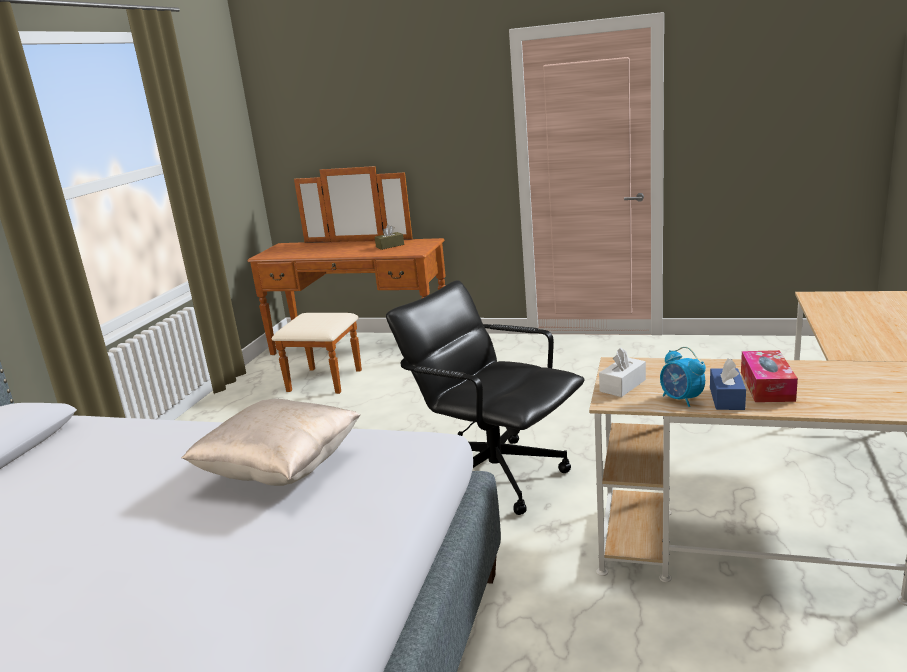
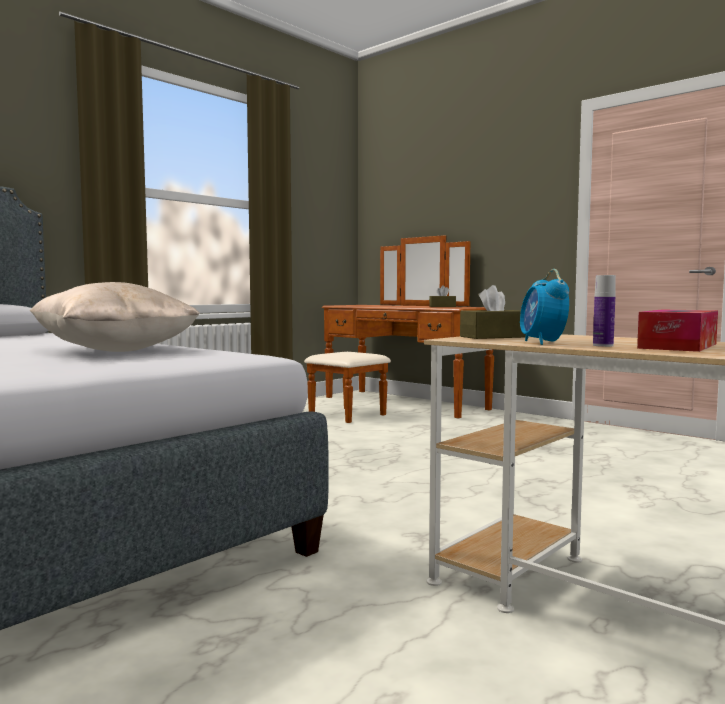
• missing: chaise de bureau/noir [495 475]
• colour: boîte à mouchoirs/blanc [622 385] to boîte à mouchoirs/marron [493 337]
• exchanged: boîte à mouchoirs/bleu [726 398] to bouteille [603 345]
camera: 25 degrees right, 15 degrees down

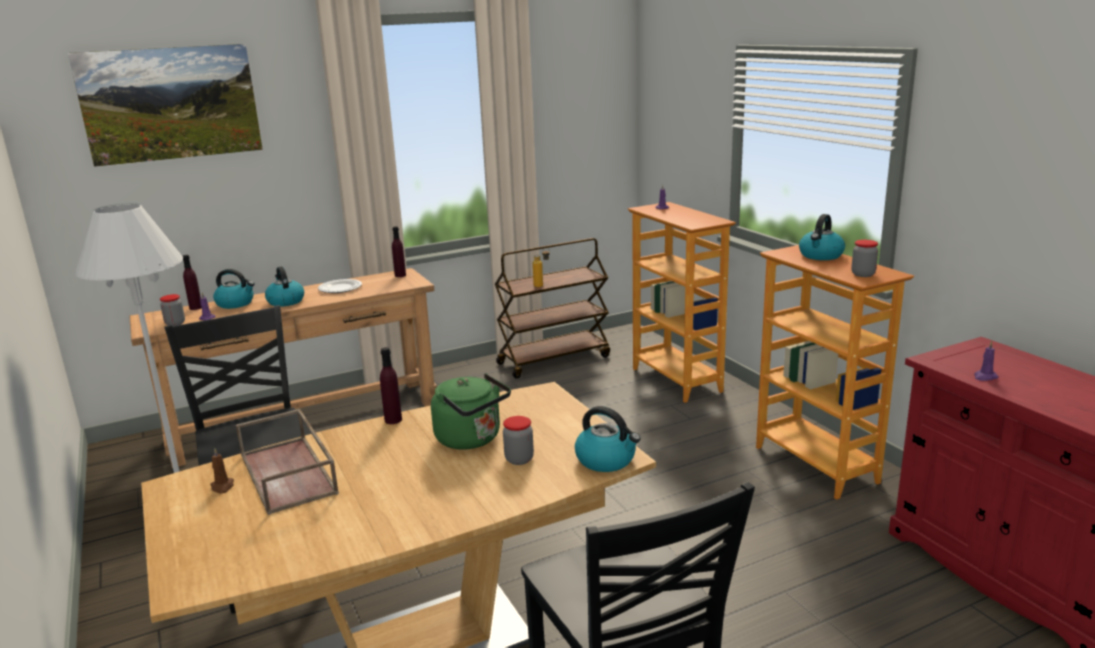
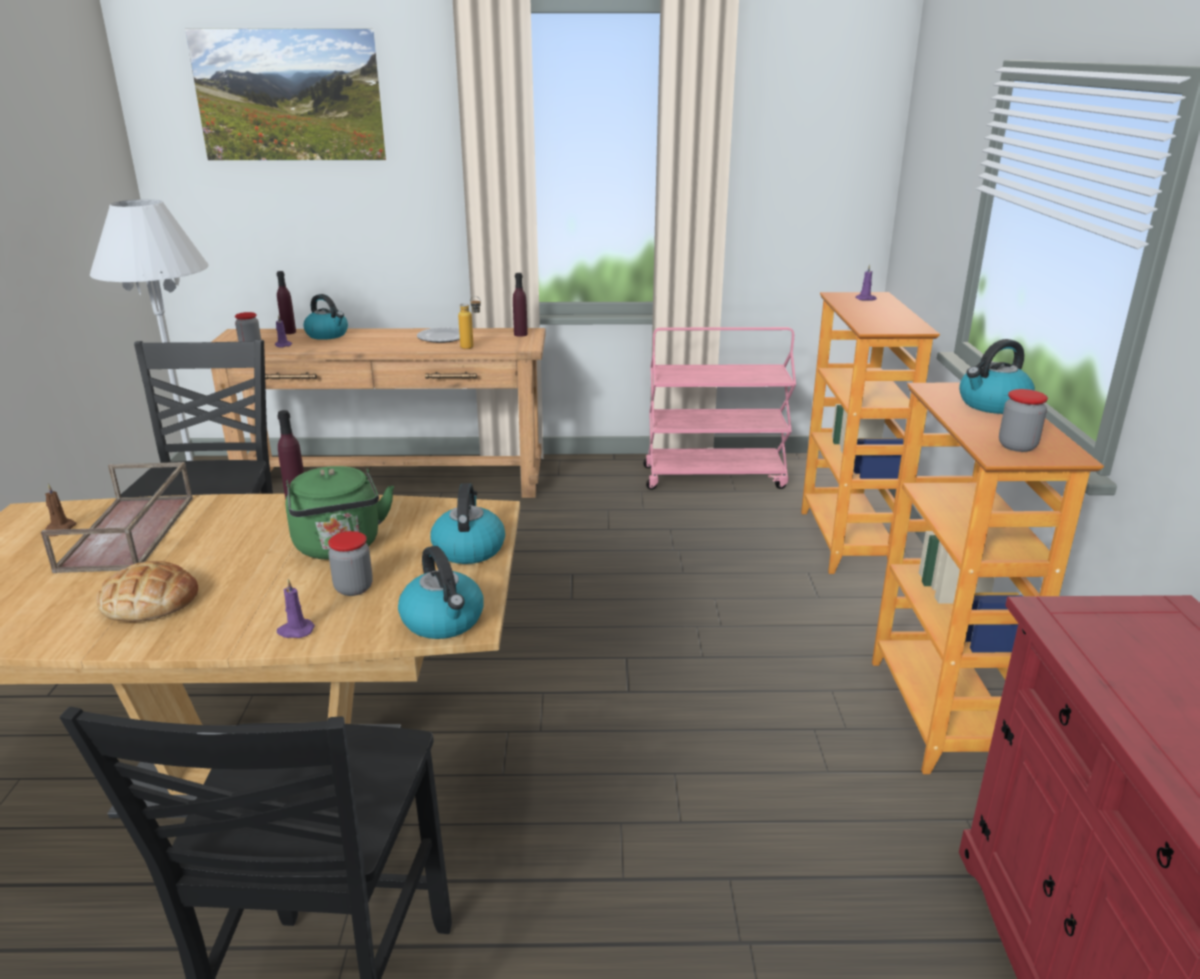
• relocated: bouilloire [285 301] to [468 549]
• colour: chariot/marron [554 359] to chariot/rose [715 477]
• relocated: bouteille [542 286] to [472 348]
• relocated: bougie/violet [985 377] to [295 631]
• appeared: pain [150 600]
camera: 25 degrees right, 5 degrees up

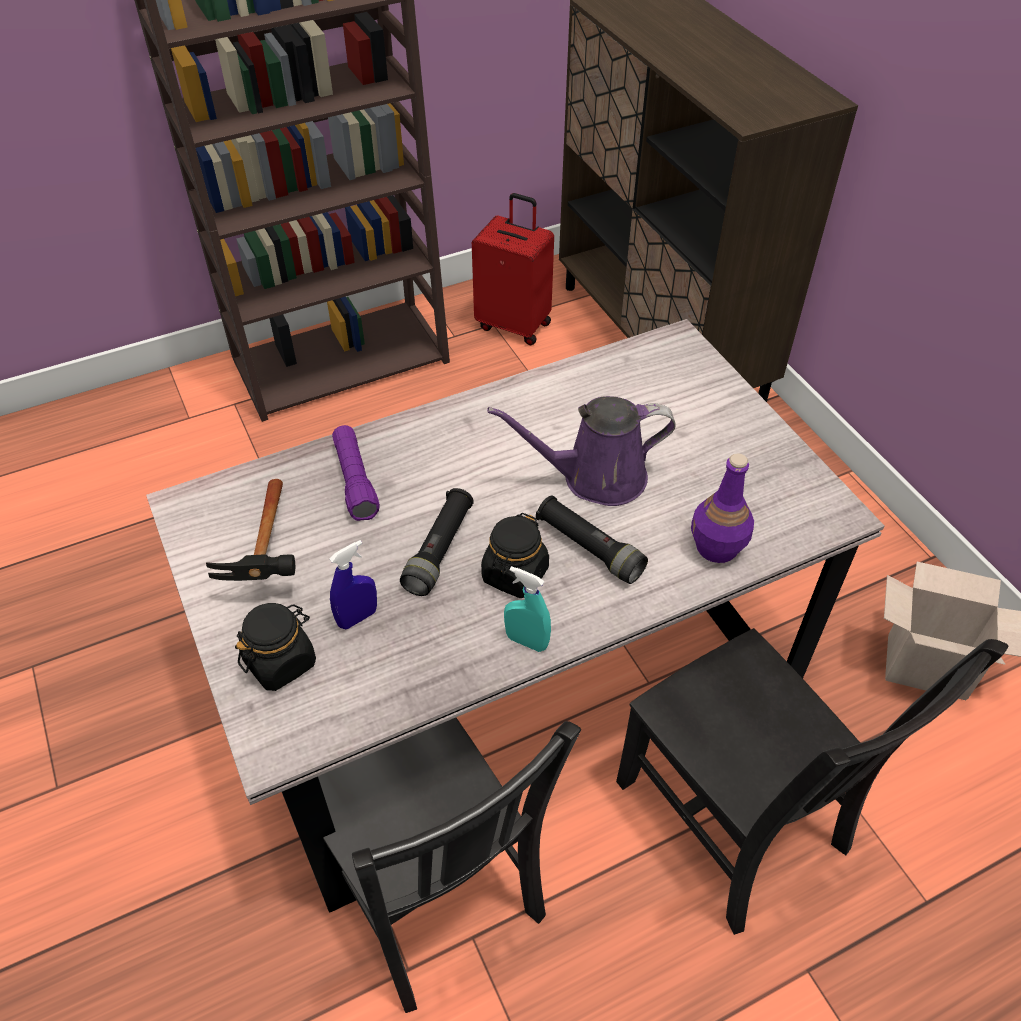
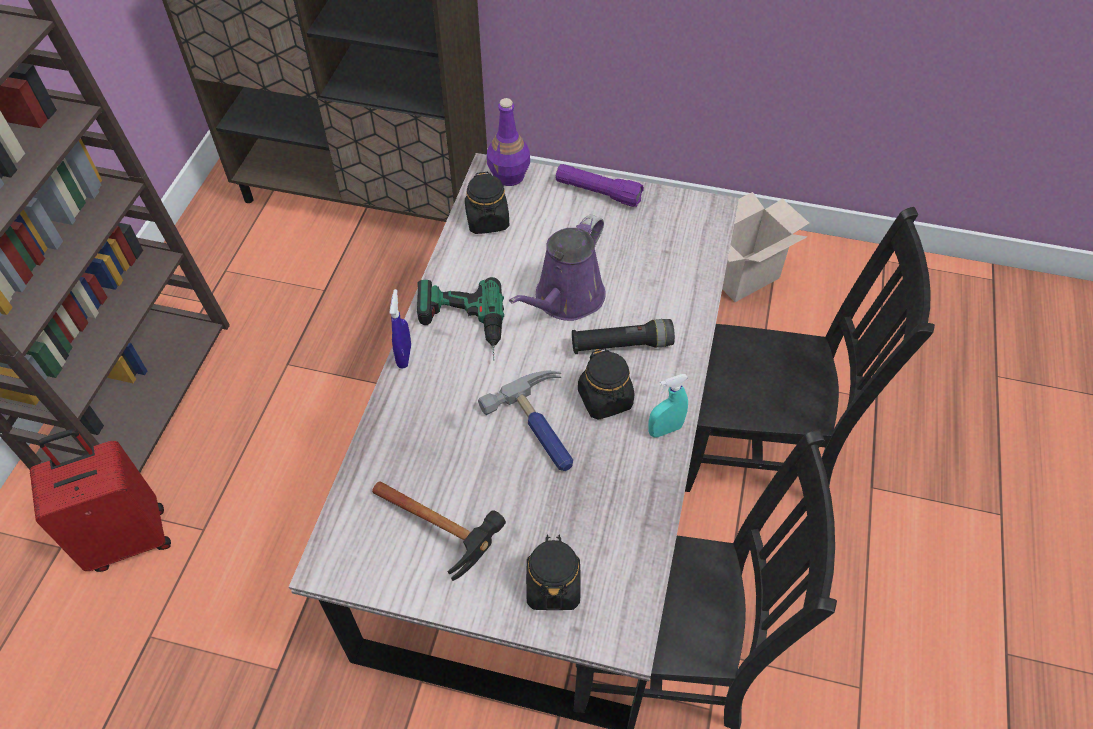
• relocated: vaporisateur/bleu [357 617] to [404 356]
• relocated: lampe de poche/violet [355 481] to [598 192]
• exchanged: lampe de poche/noir [439 550] to marteau [543 427]
• relocated: valise/rouge [514 324] to [128 538]
• relocated: bouteille/violet [717 547] to [509 176]
• appeared: perceuse [461 327]
• appeared: bocal/noir [487 220]
camera: 50 degrees left, 5 degrees up

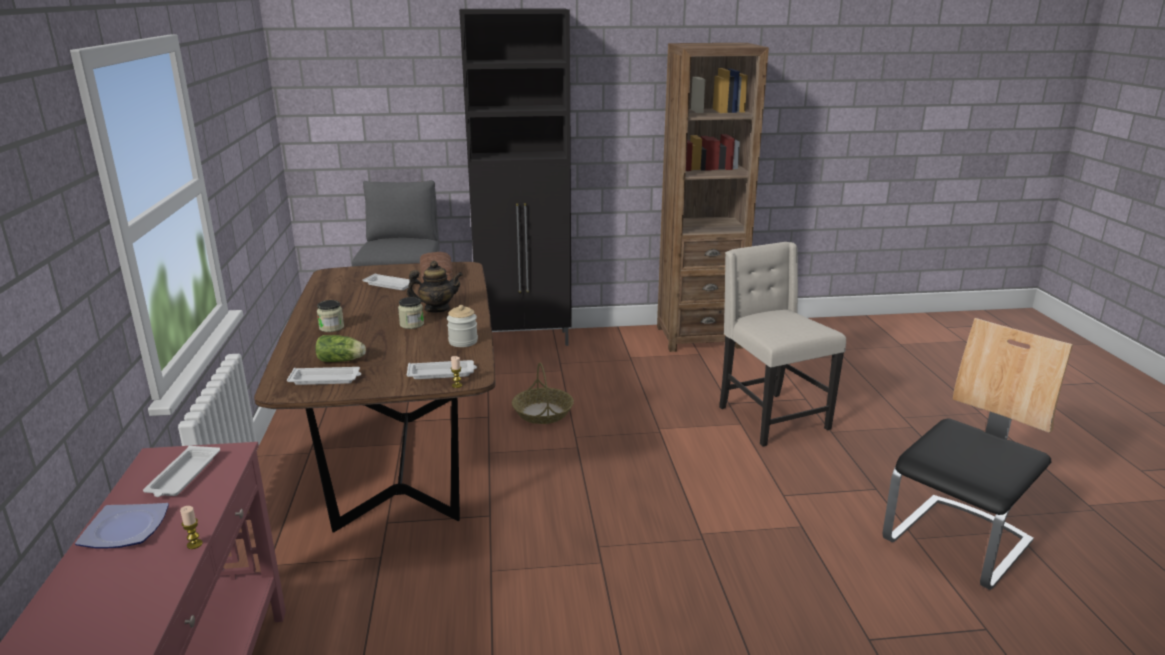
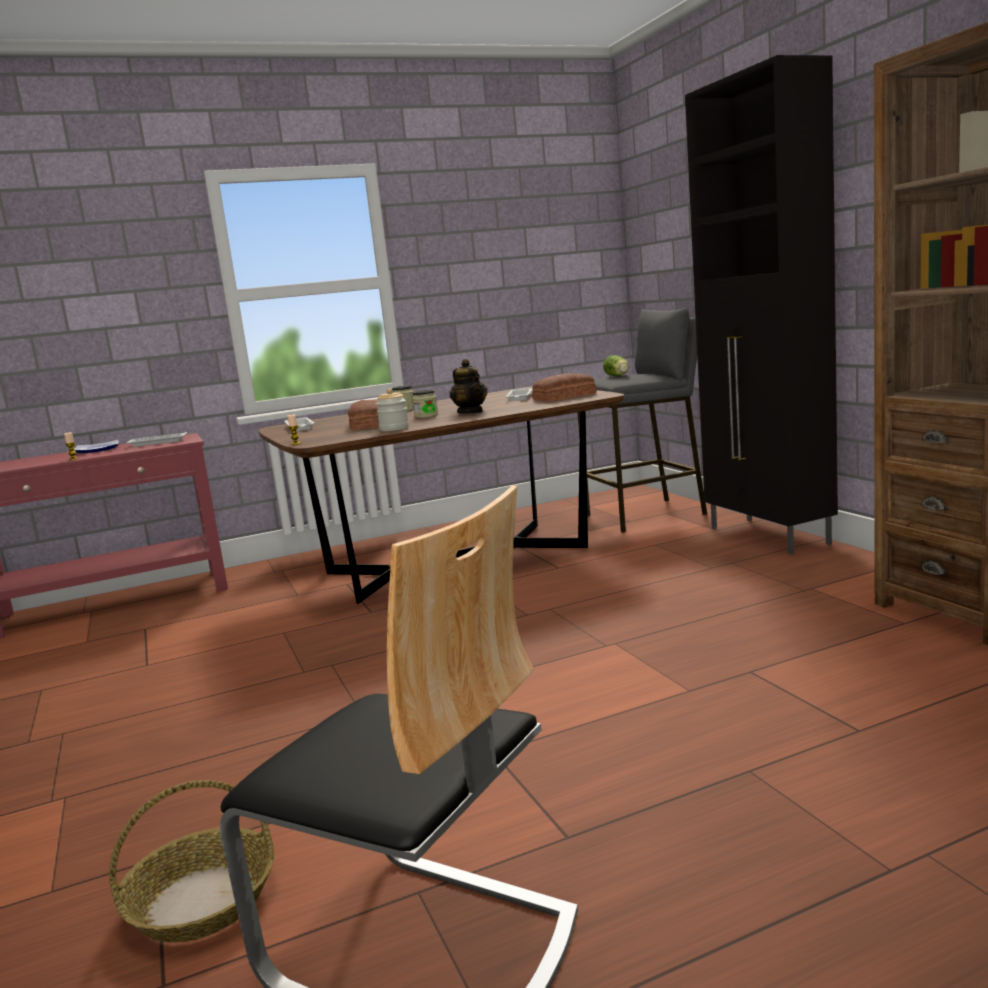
• relocated: laitue [342 360] to [618 376]
• missing: plateau/blanc [442 373]
• relocated: panier [543 413] to [201 901]
• missing: chaise/beige [770 418]
• appeared: pain [367 424]
camera: 75 degrees right, 10 degrees down

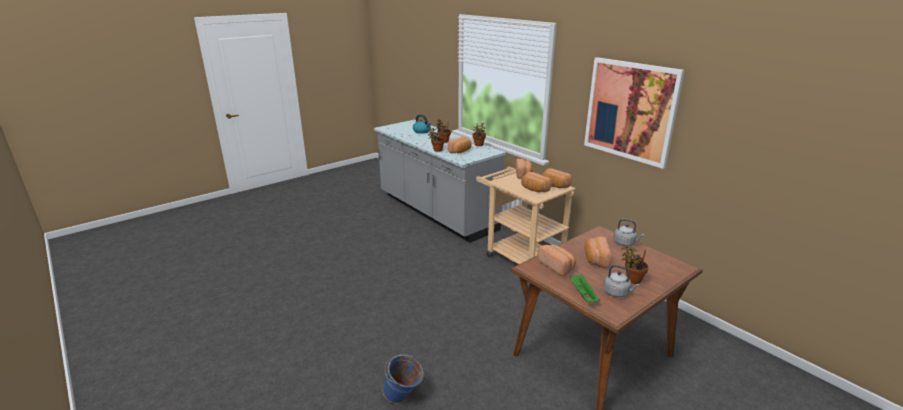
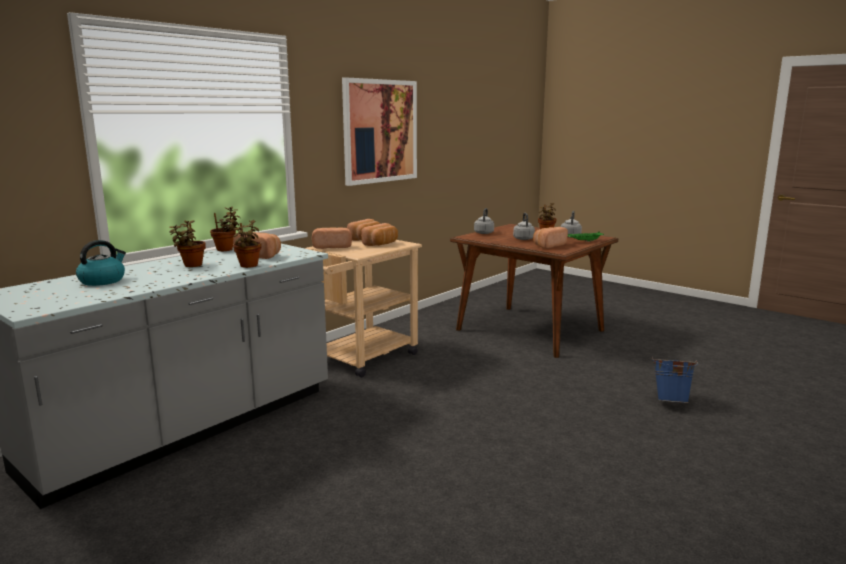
• exchanged: pain [595 259] to bouilloire/gris [523 238]
camera: 100 degrees left, 10 degrees down

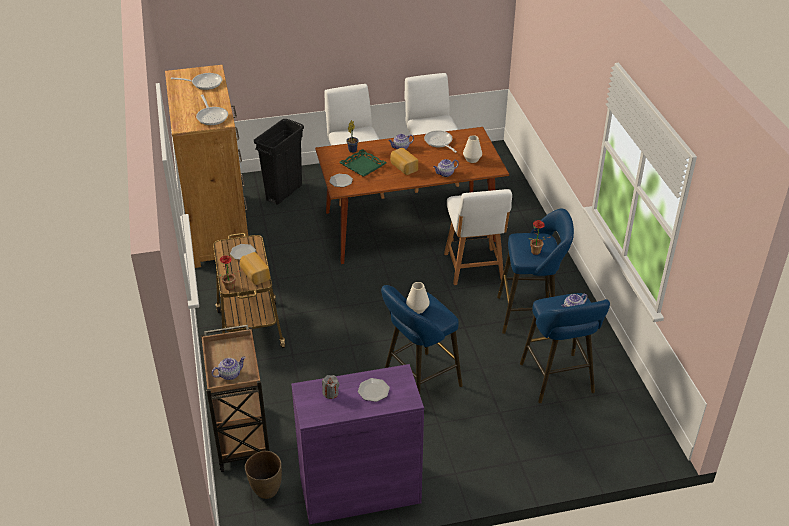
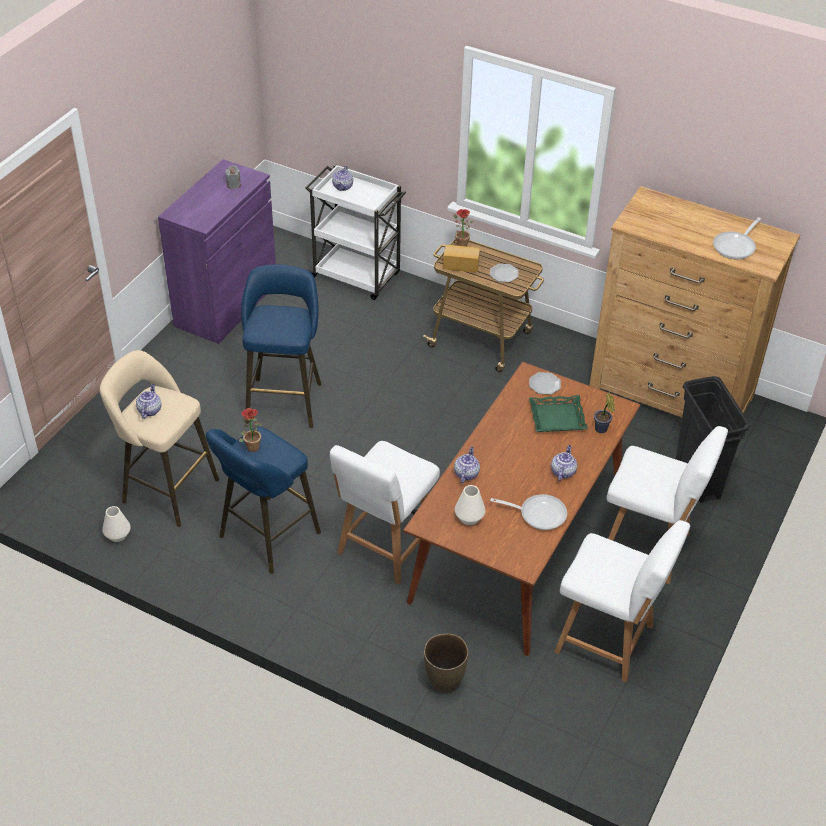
• missing: poêle [212 116]
• colour: chariot/marron [241 436] to chariot/blanc [357 276]
• relocated: vase/marron [266 491] to [444 681]
• missing: assiette [373 391]
• missing: pain [403 167]
• relocated: vase/blanc [417 308] to [117 535]
• spun: chaise/blanc [474 268] = [385 547] 90 degrees counterclockwise
• colour: tabouret/bleu [558 381] to tabouret/beige [166 489]
camera: 130 degrees right, 5 degrees up

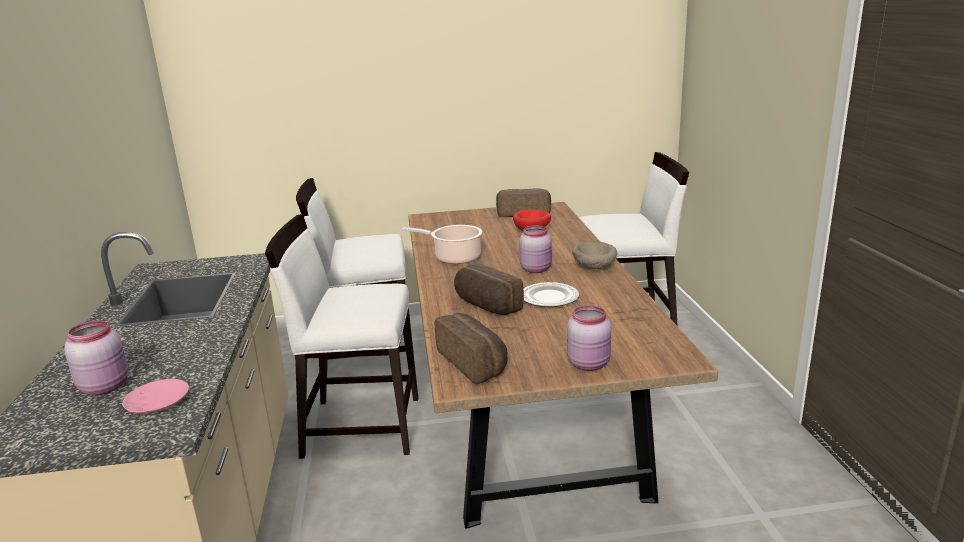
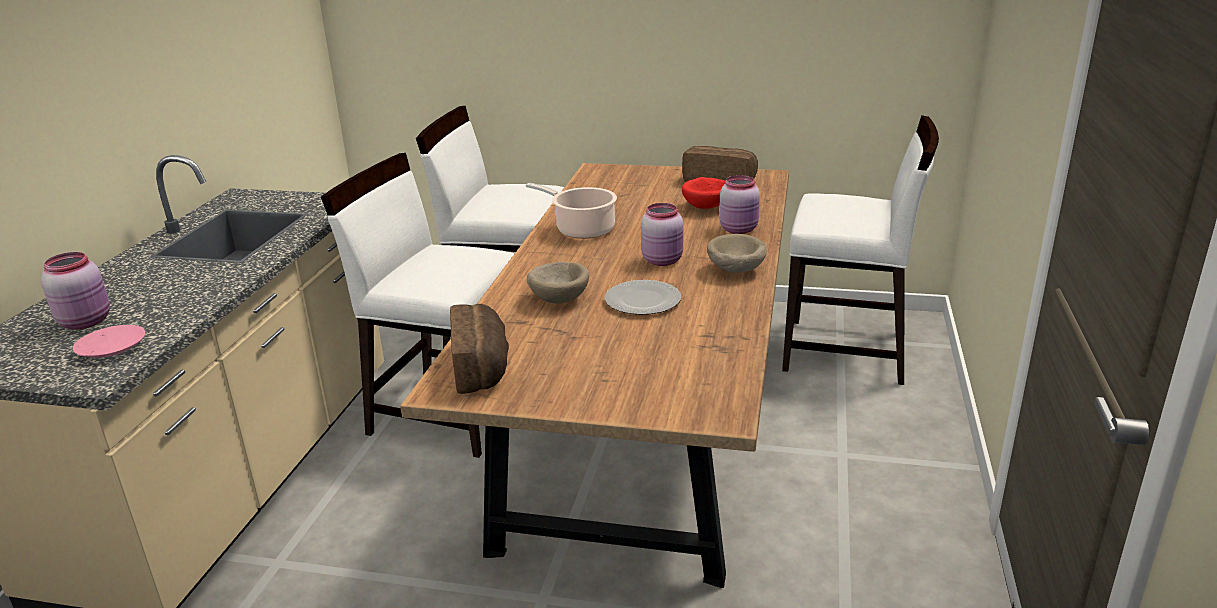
• exchanged: pain [486 306] to bol/beige [560 298]
• relocated: bocal/rose [590 364] to [739 229]
camera: 20 degrees right, 5 degrees up

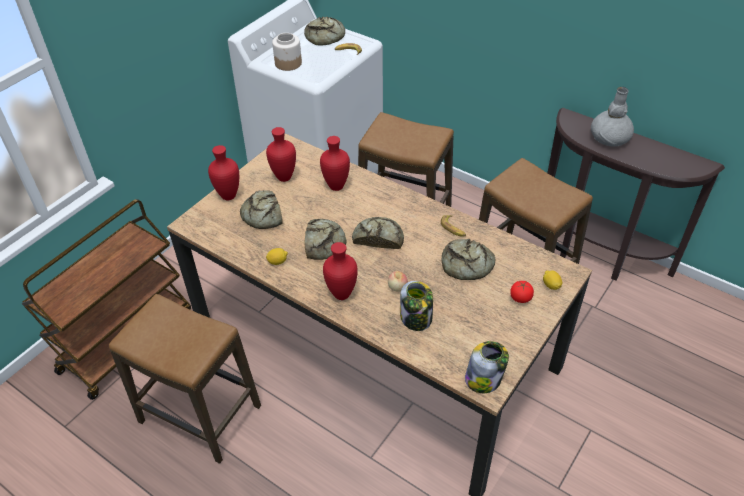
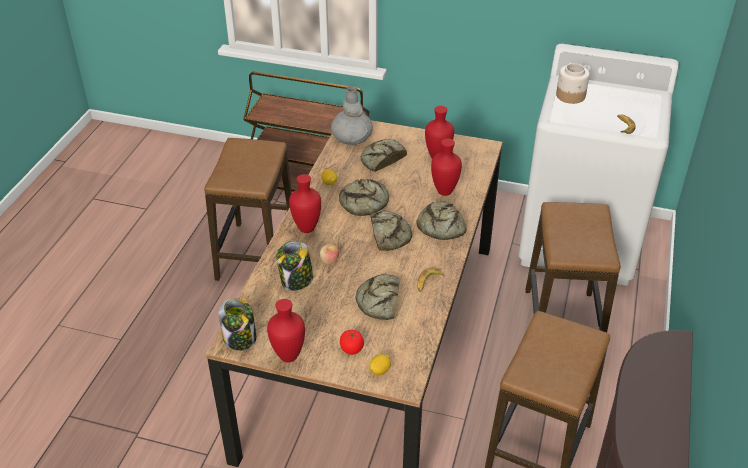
• relocated: vase/rouge [228 196] to [288 355]
• relocated: pain [326 37] to [440 226]
• relocated: vase/gris [609 137] to [352 136]
camera: 70 degrees right, 5 degrees down

